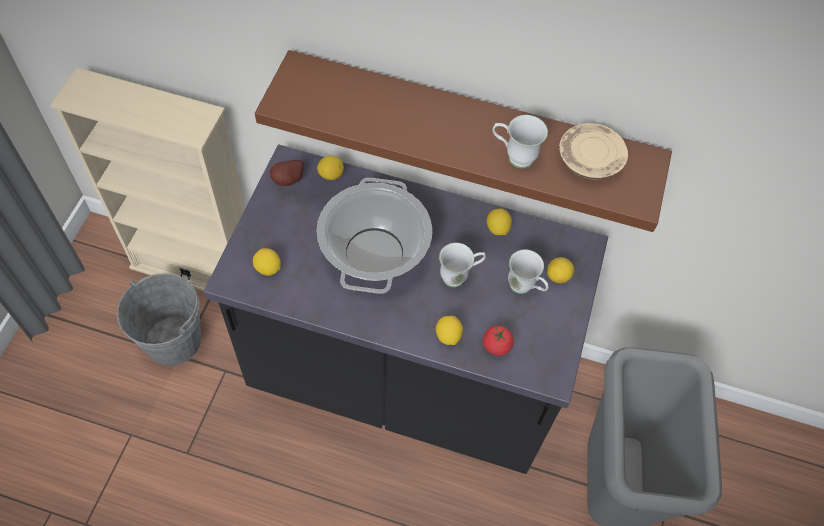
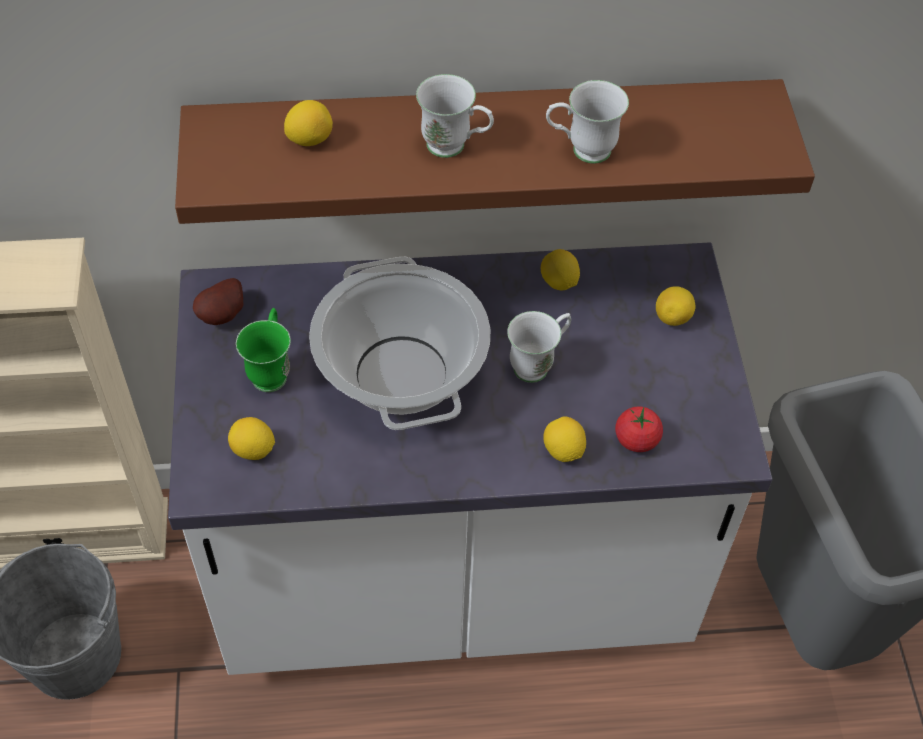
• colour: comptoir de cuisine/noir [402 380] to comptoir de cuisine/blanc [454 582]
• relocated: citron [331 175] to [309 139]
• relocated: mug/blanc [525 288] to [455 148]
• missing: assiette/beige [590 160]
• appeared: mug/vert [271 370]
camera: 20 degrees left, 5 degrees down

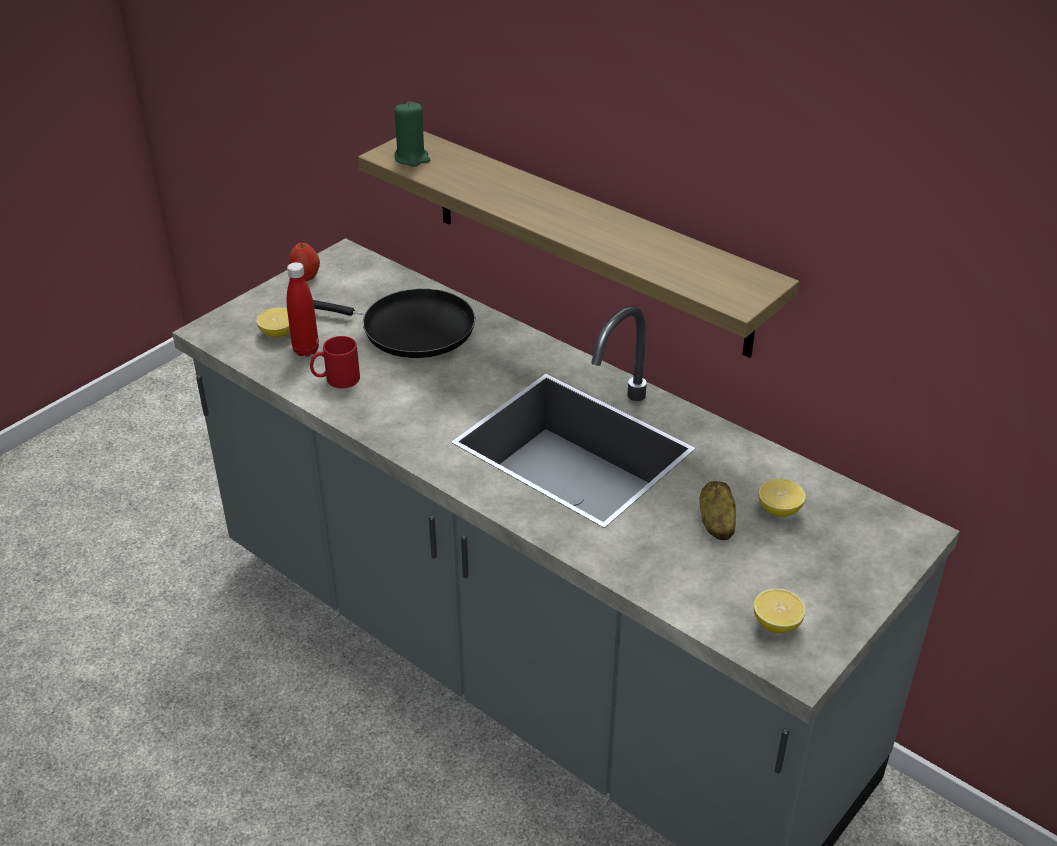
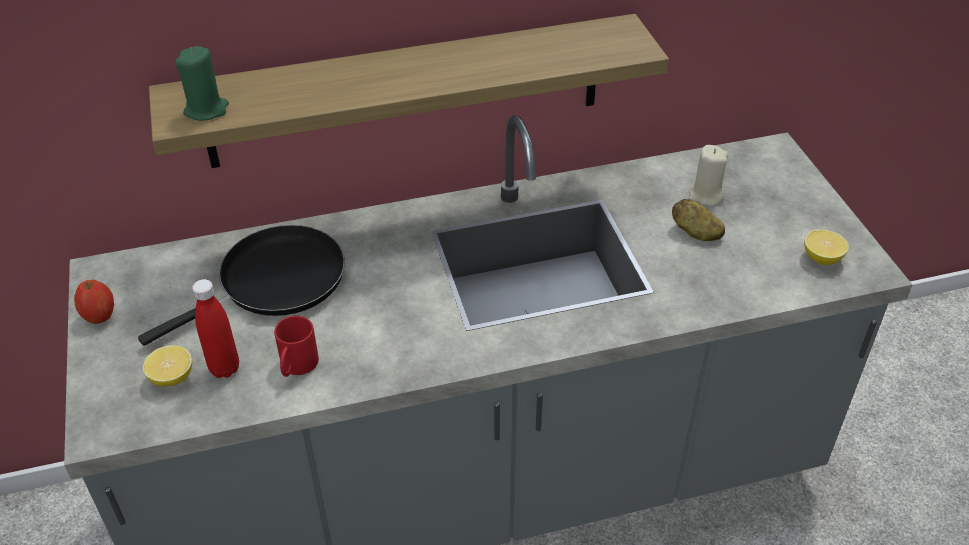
• exchanged: citron [779 510] to bougie/beige [705 196]
camera: 55 degrees left, 5 degrees up

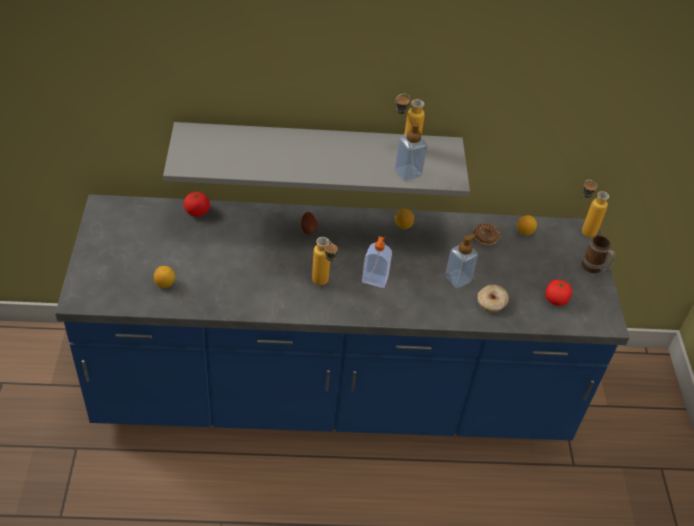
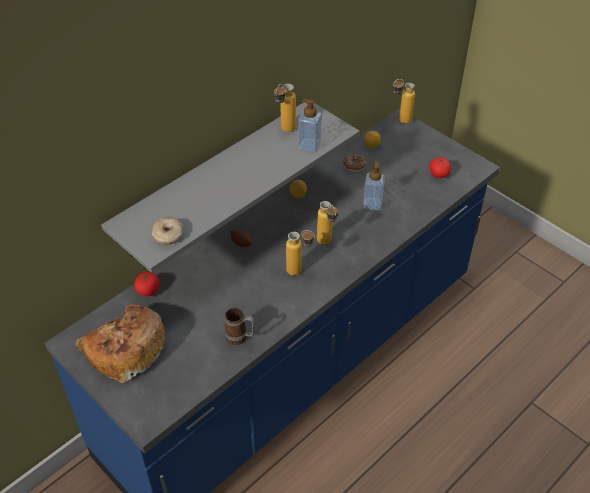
• missing: citron [165 284]
• exchanged: distributeur de savon [374 280] to bouteille [327 244]
• relocated: beignet [491 302] to [168 235]
• relocated: mug [594 269] to [240 338]
• appeared: pain [124 348]
camera: 40 degrees left, 0 degrees up

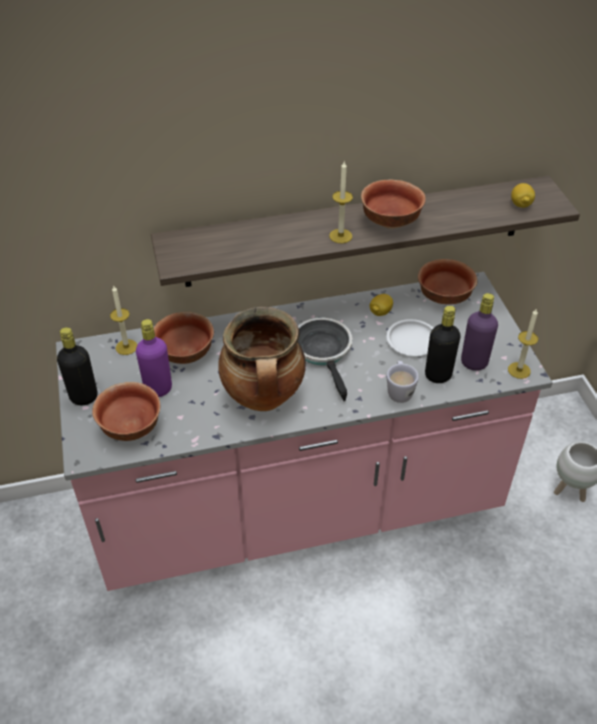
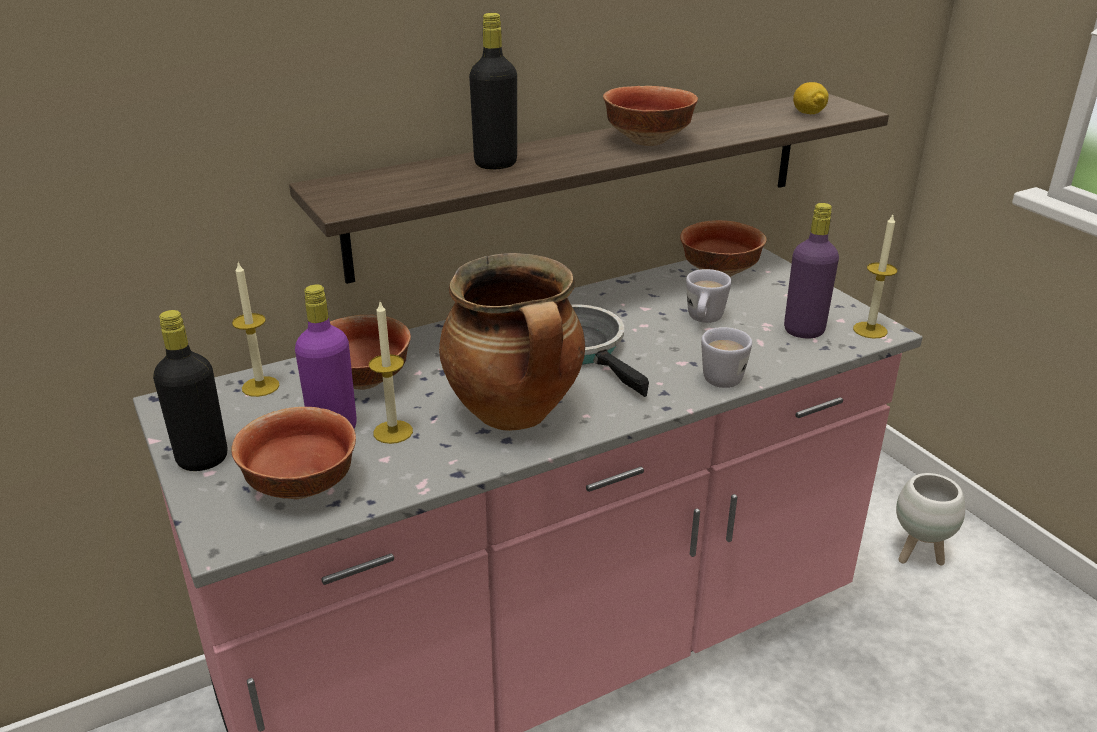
• relocated: bougie [340 236] to [393 432]
• missing: citron [380 312]
• exchanged: assiette/blanc [412 341] to mug/blanc [703 320]
• relocated: bouteille/noir [438 375] to [495 164]
camera: 15 degrees left, 15 degrees down

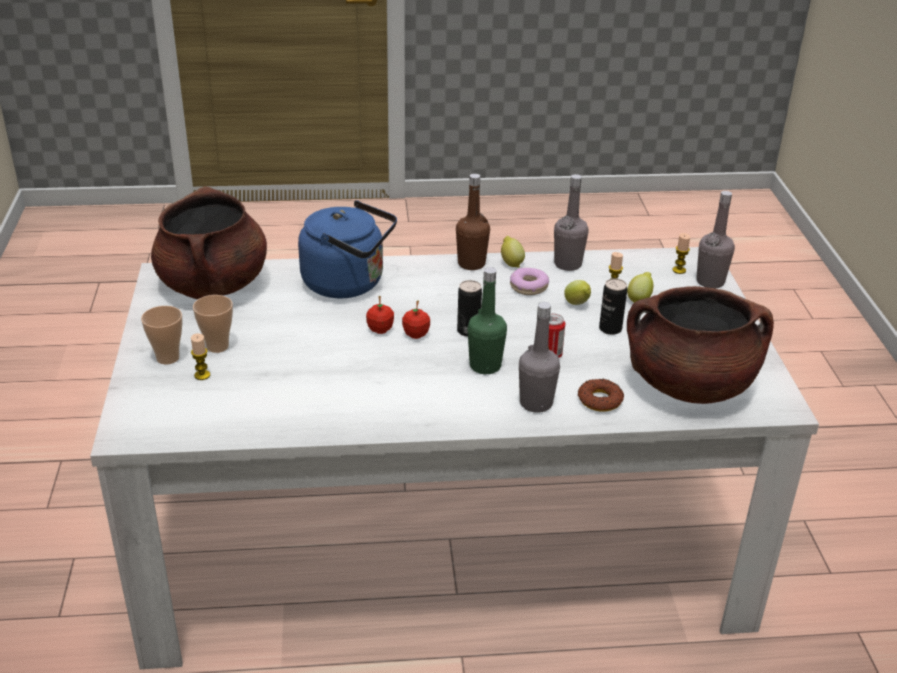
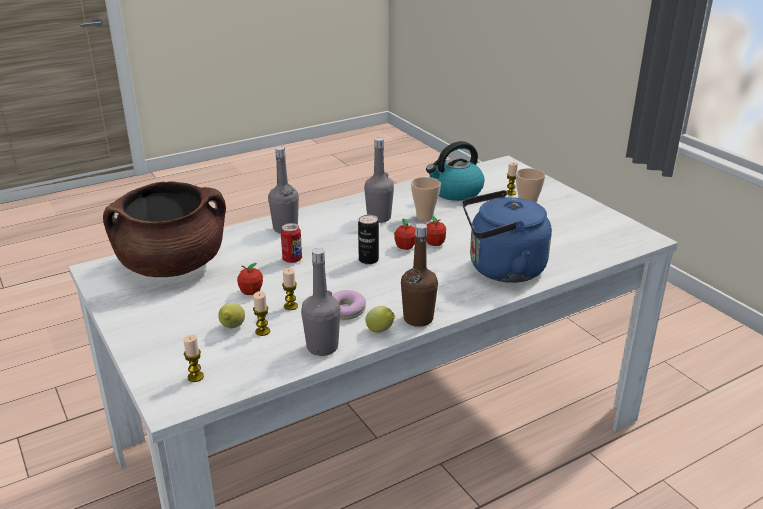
• relocated: tasse [168 358] to [424 217]
• missing: marmite/marron [213 285]
• missing: bouteille/vert [485 366]
• exchanged: citron [577 304] to bougie [291 306]
• missing: beignet [600 400]
• exchanged: boîte métallique [610 329] to pomme [251 292]
• relocated: bouteille/gris [710 282] to [379 218]
• appeared: bouilloire [455 192]
camera: 155 degrees right, 5 degrees down

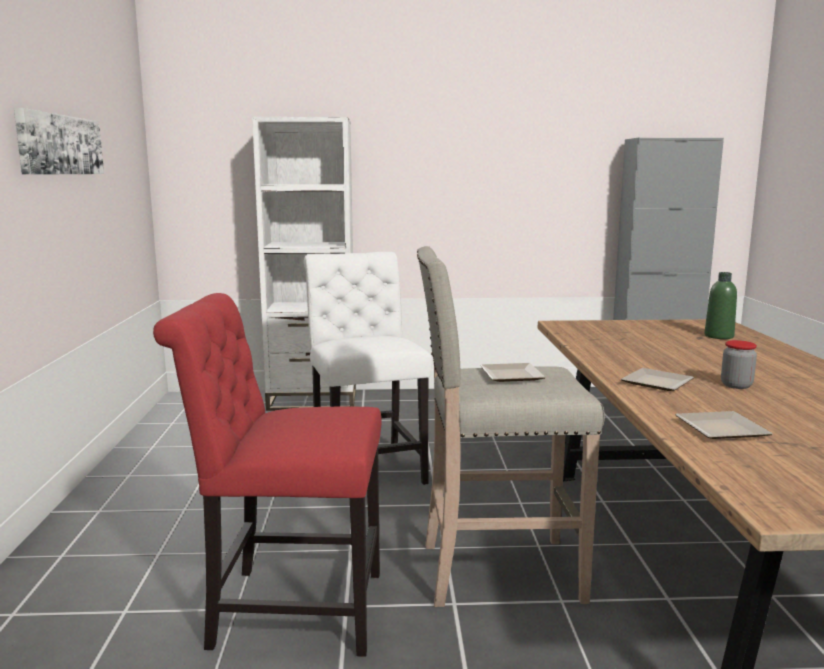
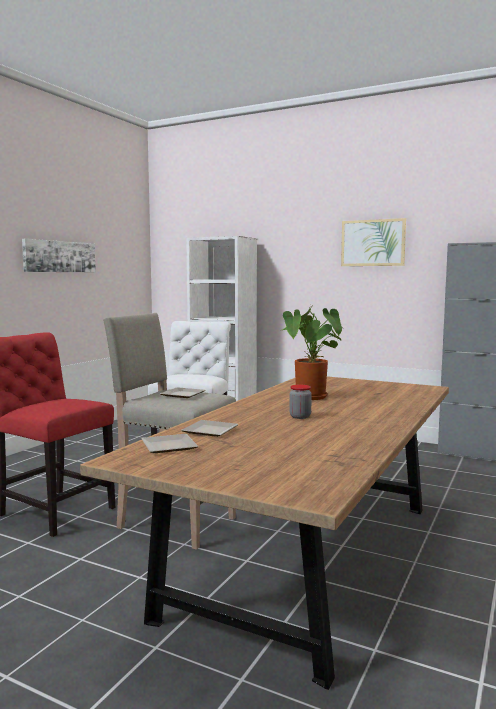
• relocated: assiette [658 384] to [168 447]
• missing: bouteille/vert [719 336]
• appeared: plante en pot [312 398]
• appeared: tableau [373 243]
camera: 30 degrees right, 5 degrees down

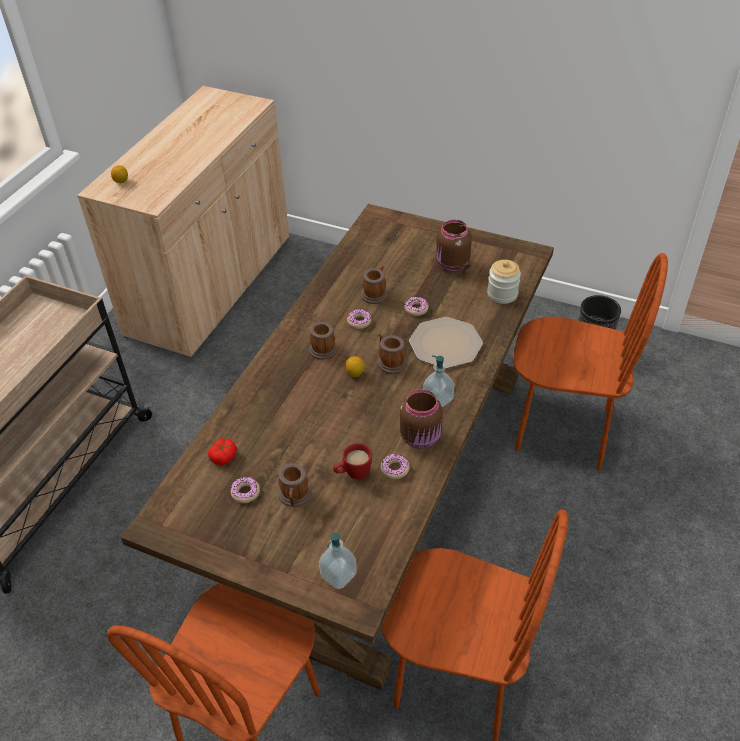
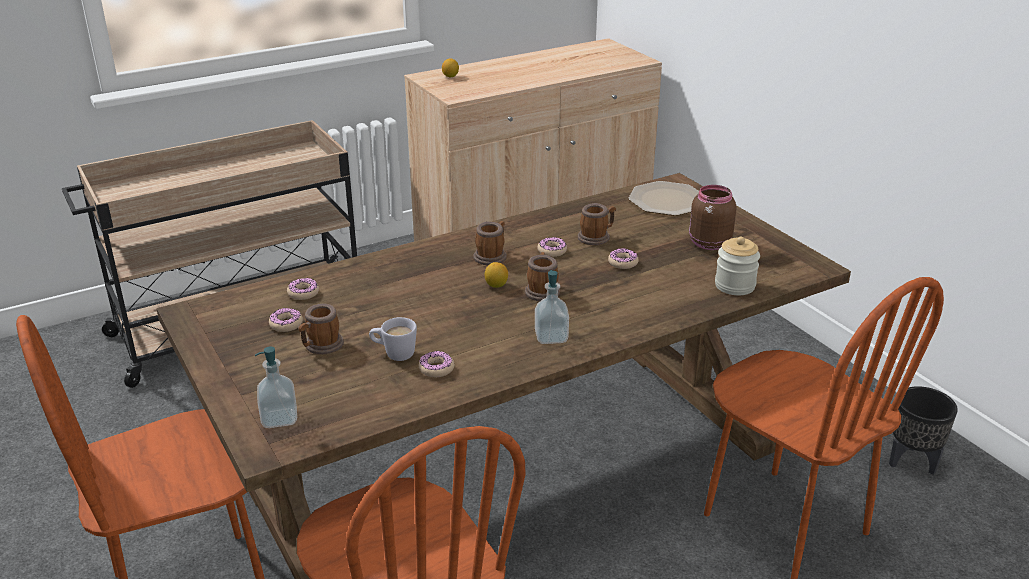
• exchanged: tomate [224 456] to beignet [303 293]
• colour: mug/rouge [353 473] to mug/blanc [394 354]
• missing: bocal/marron [421 438]
• relocated: assiette [445 343] to [666 200]
camera: 35 degrees right, 15 degrees down

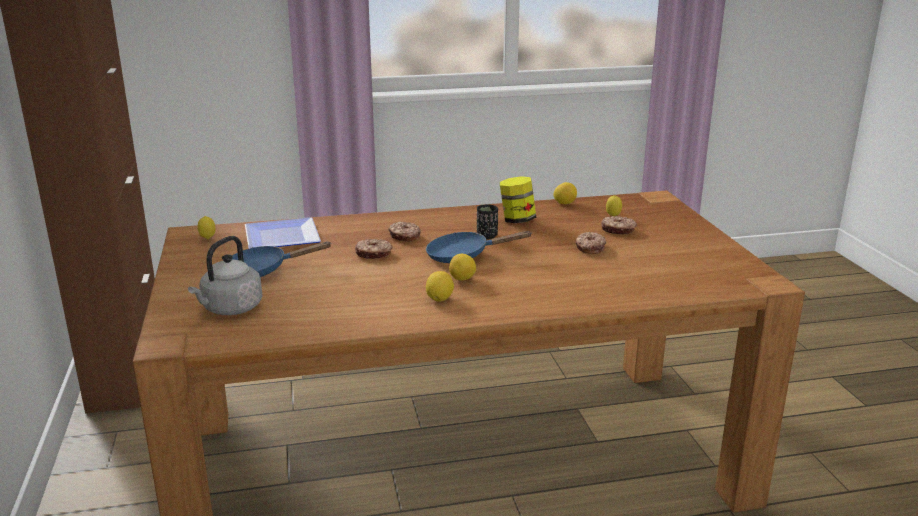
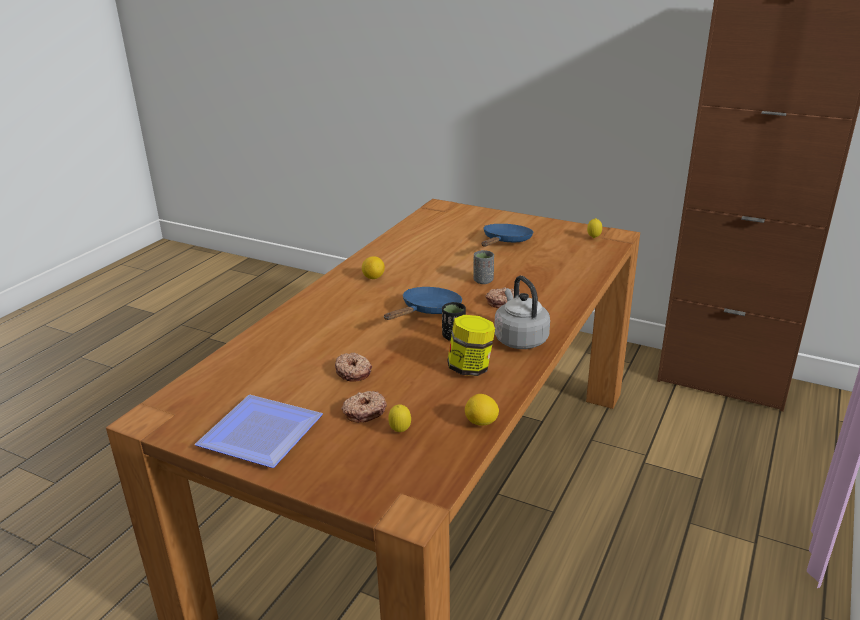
• relocated: bouilloire/gris [230 309] to [519 339]
• relocated: assiette [285 238] to [256 435]
• exchanged: beignet [373 254] to tasse/gris [483 281]
• missing: citron [462 279]
camera: 130 degrees right, 5 degrees up

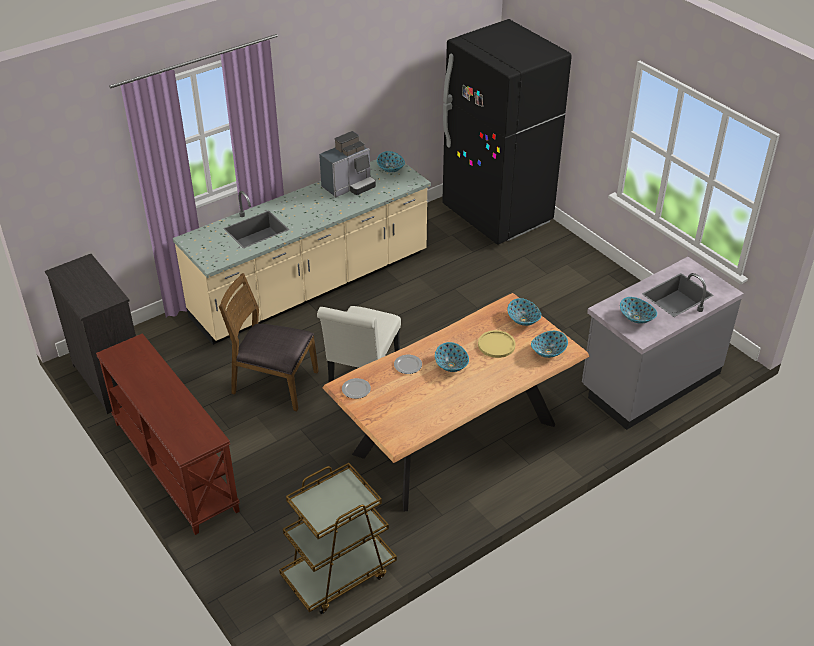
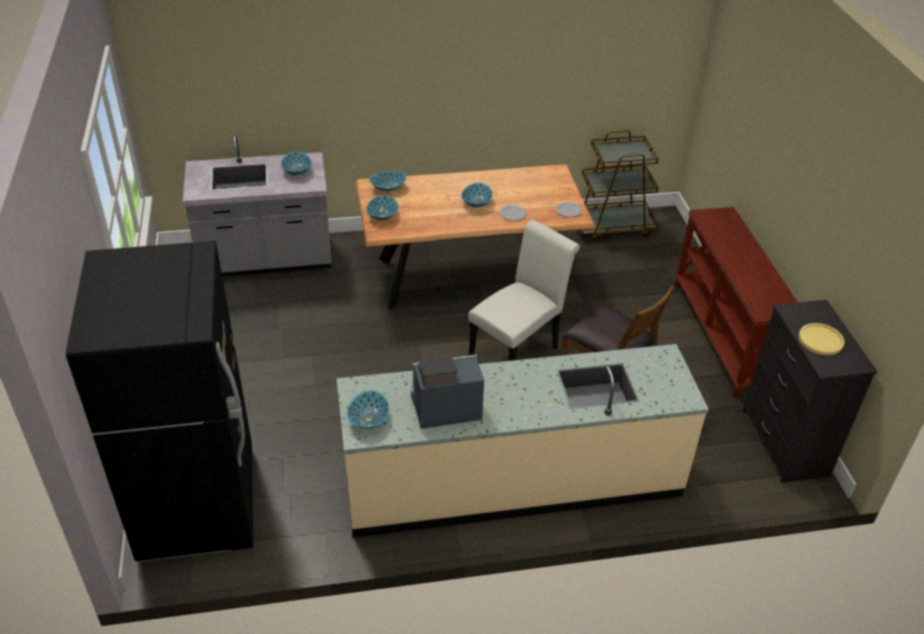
• relocated: assiette/jaune [496 345] to [820 340]
camera: 155 degrees left, 0 degrees up

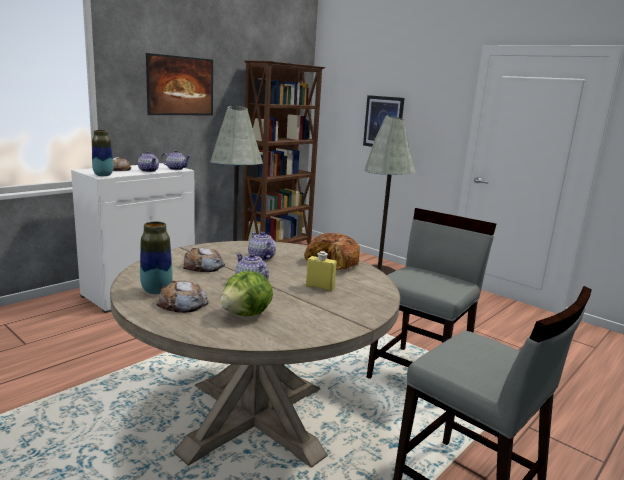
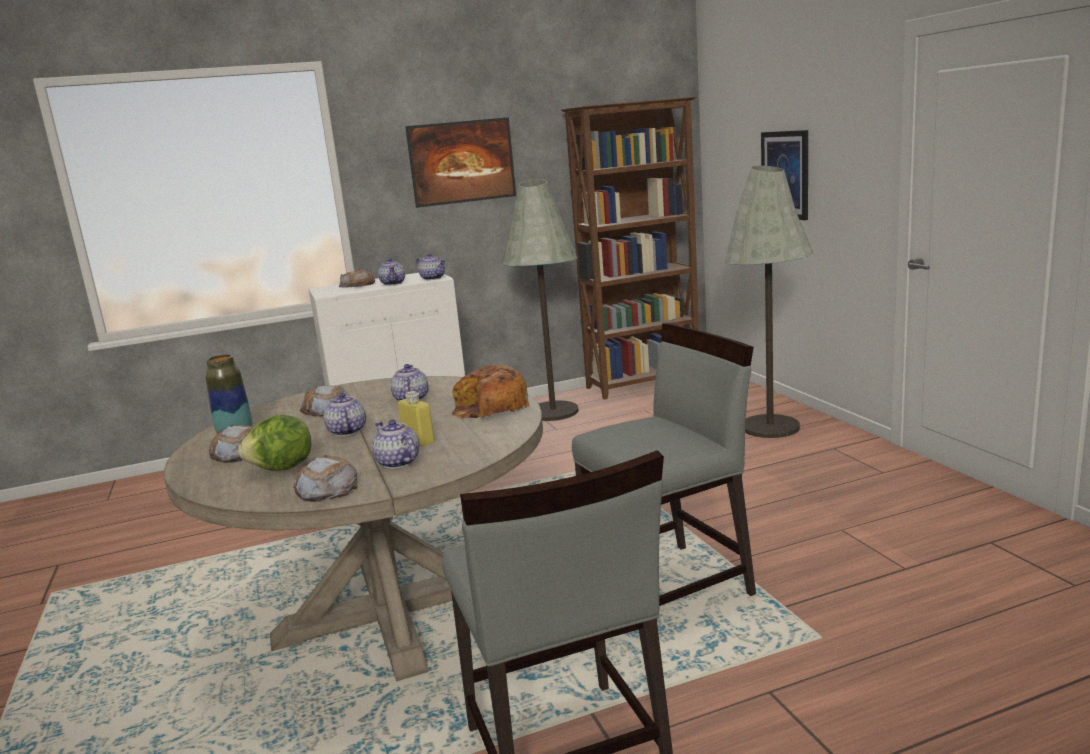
• missing: vase [103 175]
• appeared: pain [326 488]
• appeared: théière [397 462]
camera: 30 degrees right, 0 degrees up

